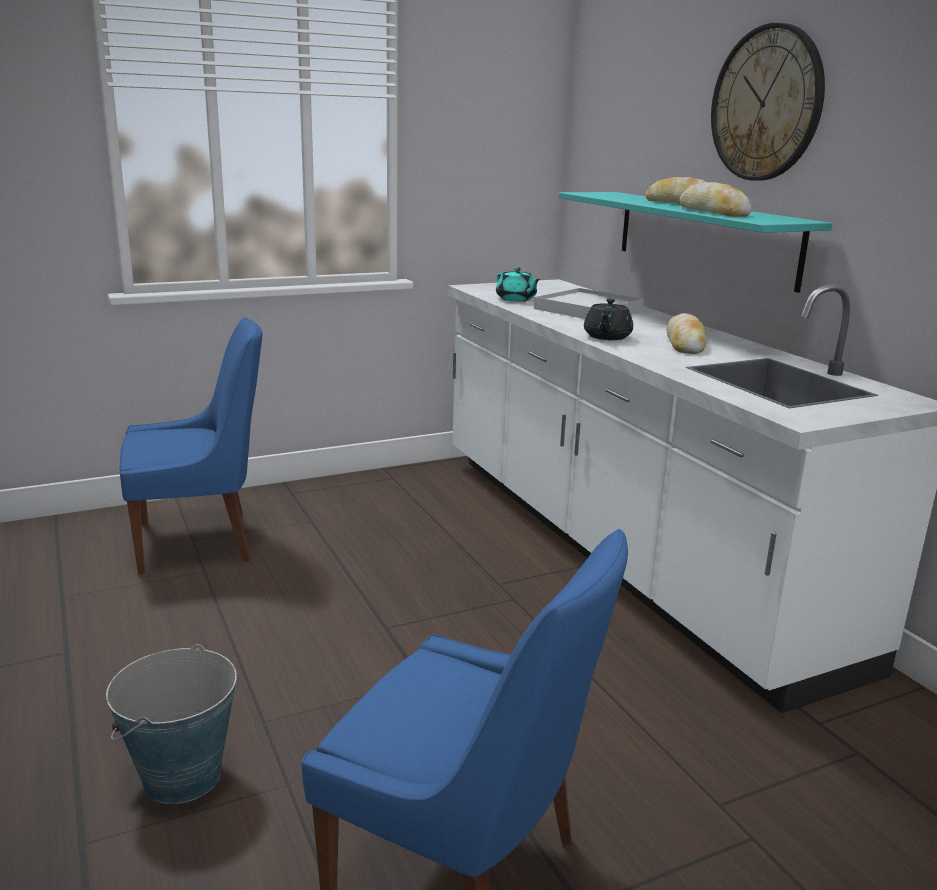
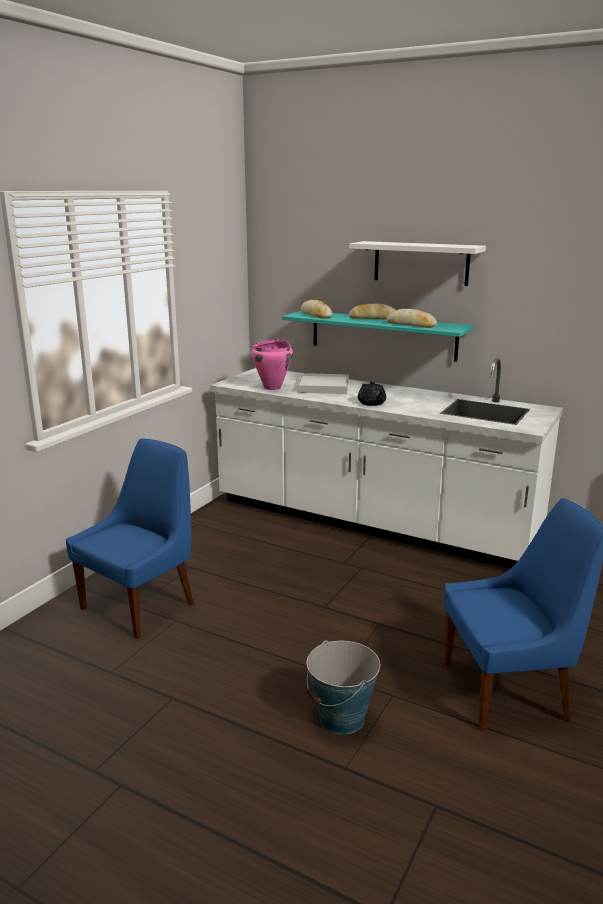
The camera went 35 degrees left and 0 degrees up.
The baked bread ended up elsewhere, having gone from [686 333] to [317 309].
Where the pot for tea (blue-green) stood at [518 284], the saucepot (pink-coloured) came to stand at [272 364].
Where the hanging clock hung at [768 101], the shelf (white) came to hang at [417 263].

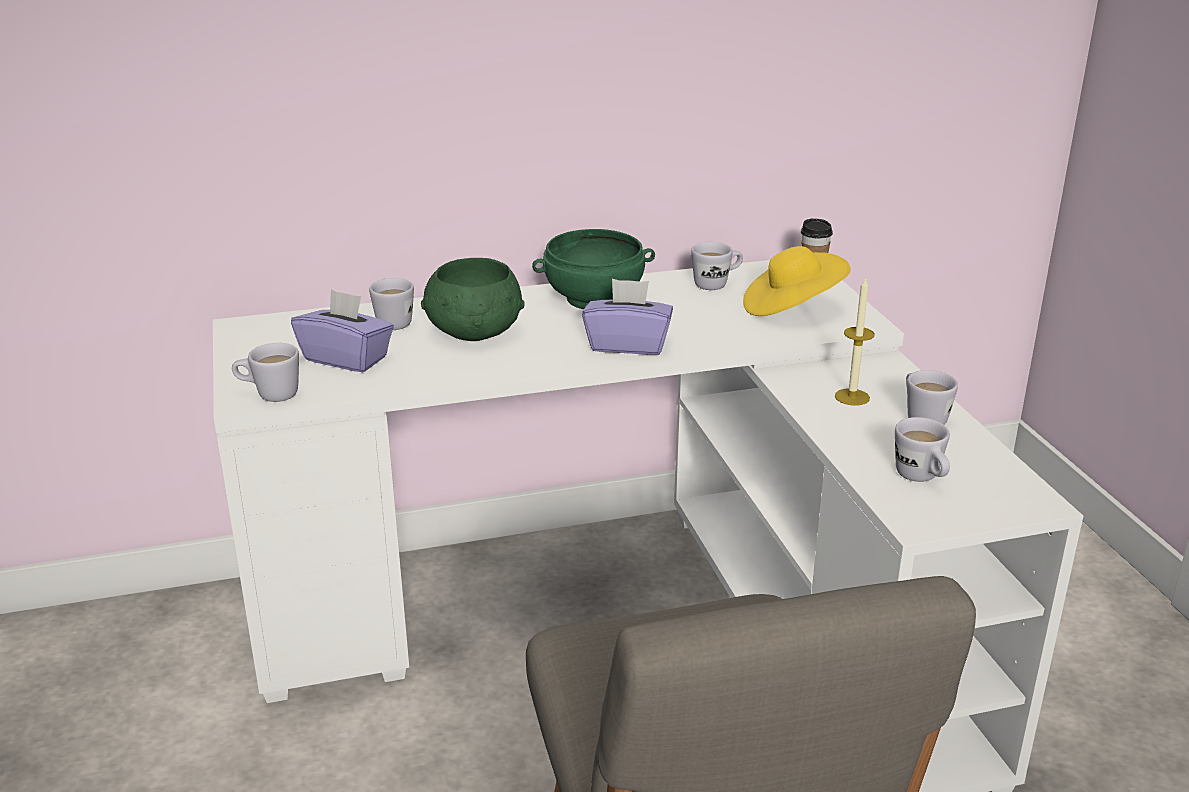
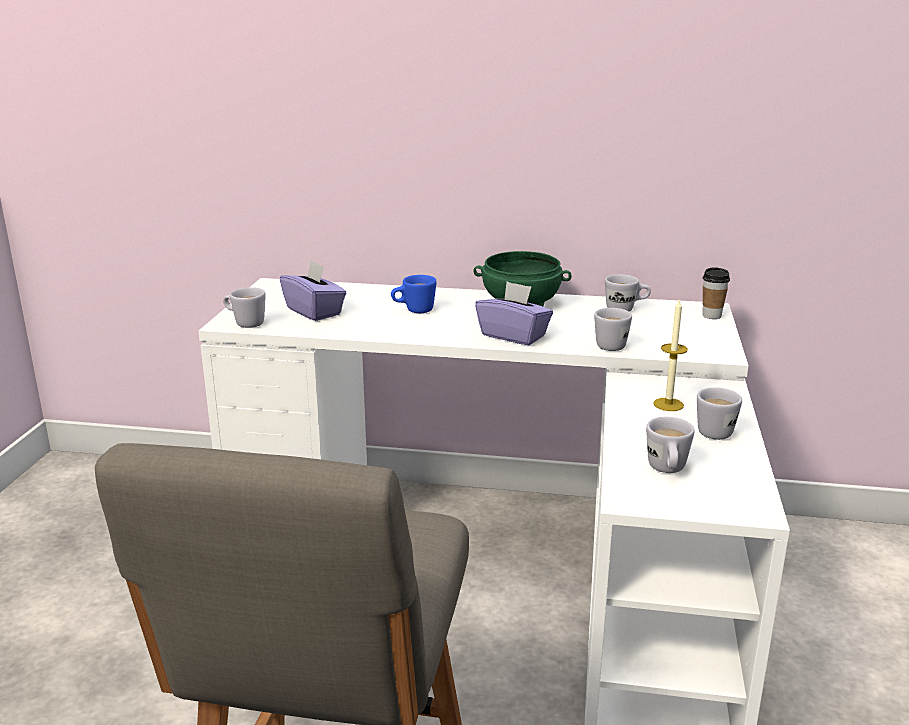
The camera went 25 degrees right and 5 degrees down.
The second view lost the hat (yellow-coloured) at [797 281].
The tea mug (white) ended up elsewhere, having gone from [391 304] to [613 329].
Where the bowl (green-coloured) stood at [473 299], the tea mug (blue-coloured) came to stand at [414 294].

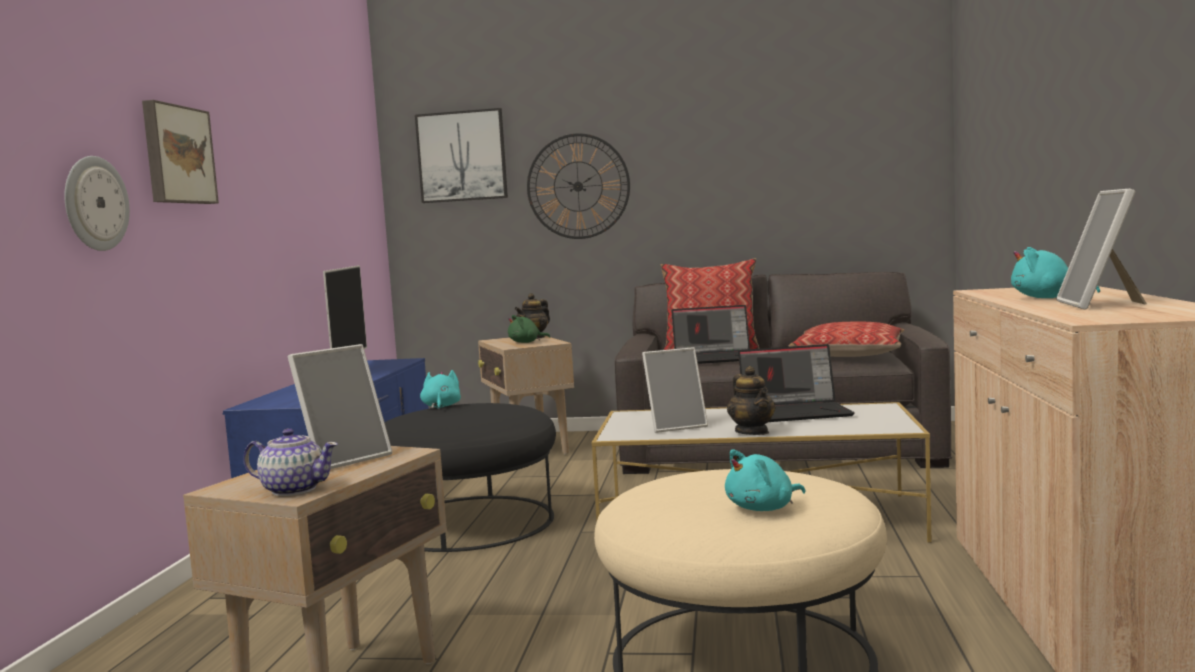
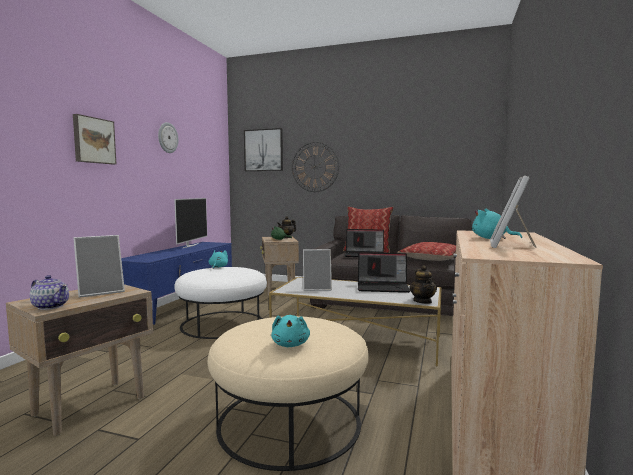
The camera went 10 degrees right and 0 degrees up.
The hanging clock ended up elsewhere, having gone from [97 203] to [168 137].
The pot for tea ended up elsewhere, having gone from [751 400] to [423 284].
What was the footrest (blackish) at [470 477] turned into the footrest (white) at [220 303].
The cuddly toy (blue-green) at [765 480] ended up facing another way, 75 degrees counterclockwise from before.

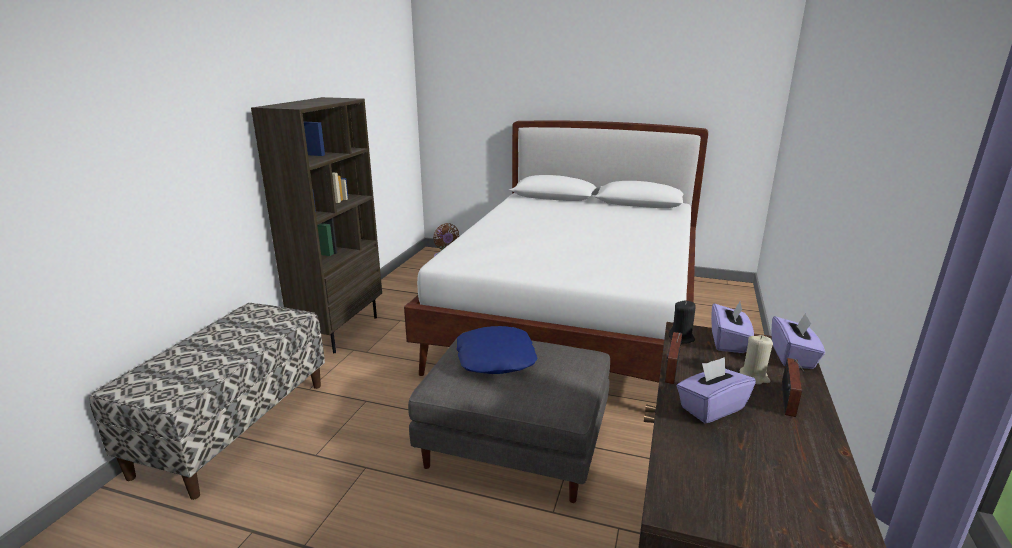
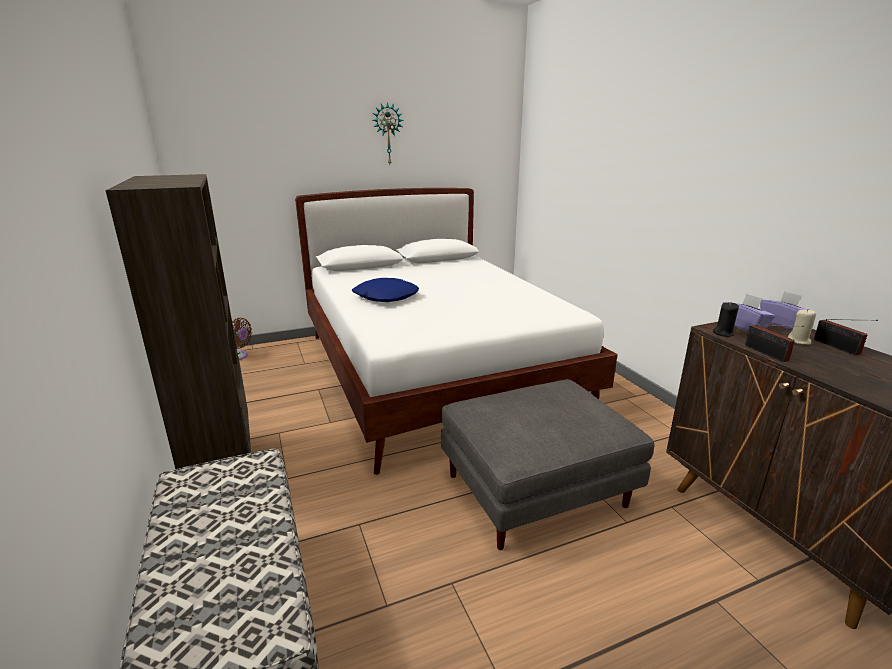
The camera went 40 degrees left and 0 degrees up.
The second view lost the box of tissues (purple) at [716 390].
The second view gained the hanging clock at [388 133].
The cushion (blue-coloured) ended up elsewhere, having gone from [497 350] to [385 290].

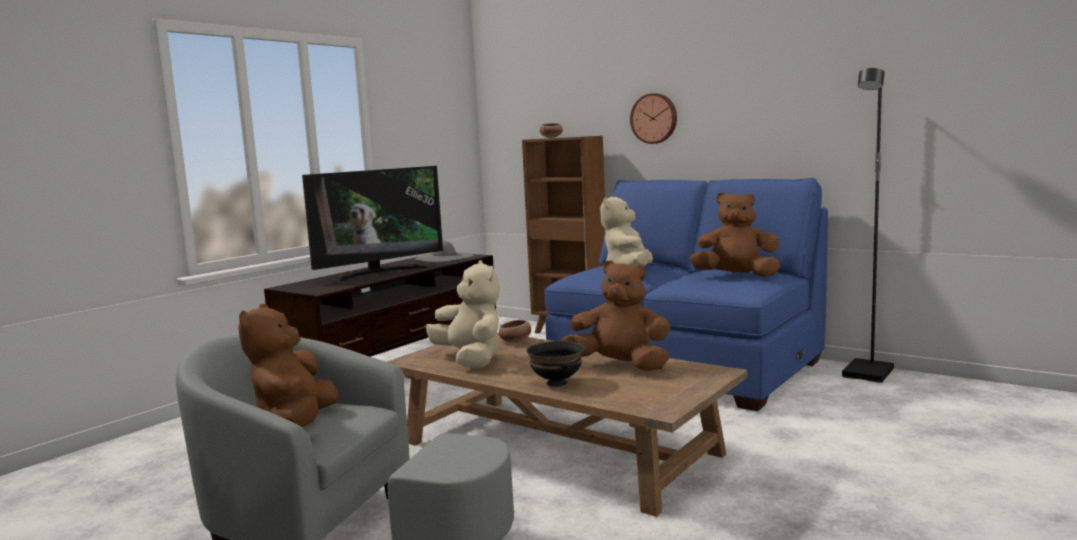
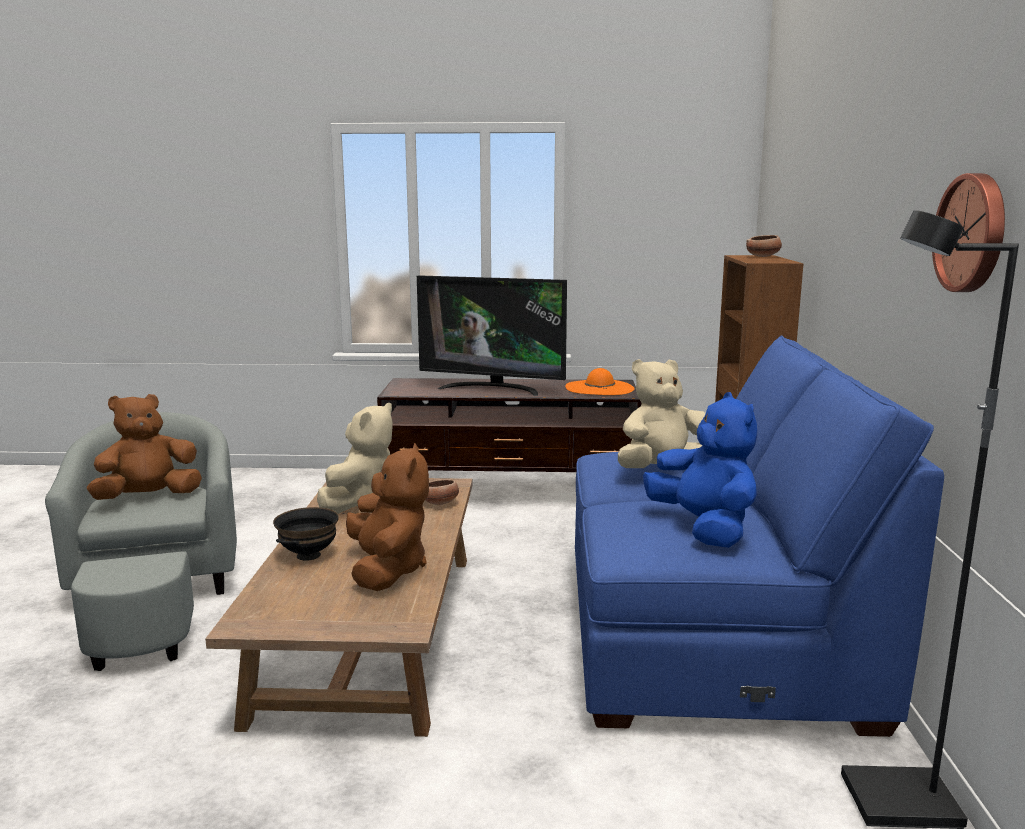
The camera went 55 degrees right and 5 degrees up.
The hanging clock ended up elsewhere, having gone from [653 118] to [968 232].
What was the hat (greyish) at [444 251] turned into the hat (orange-coloured) at [600 381].
What was the cuddly toy (brown-coloured) at [735 234] turned into the cuddly toy (blue-coloured) at [700 470].

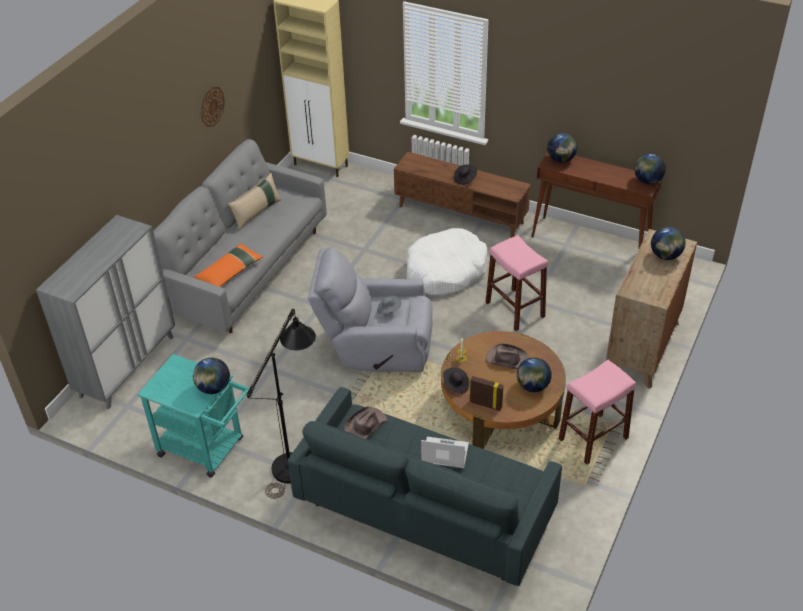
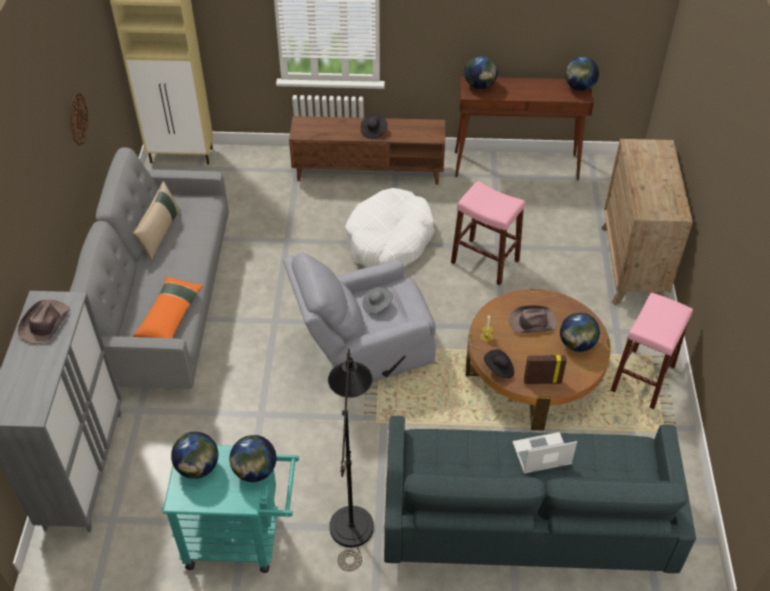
The camera went 25 degrees left and 5 degrees up.
The hat (brown-coloured) ended up elsewhere, having gone from [365 422] to [44 322].
The globe ended up elsewhere, having gone from [668 243] to [194 455].

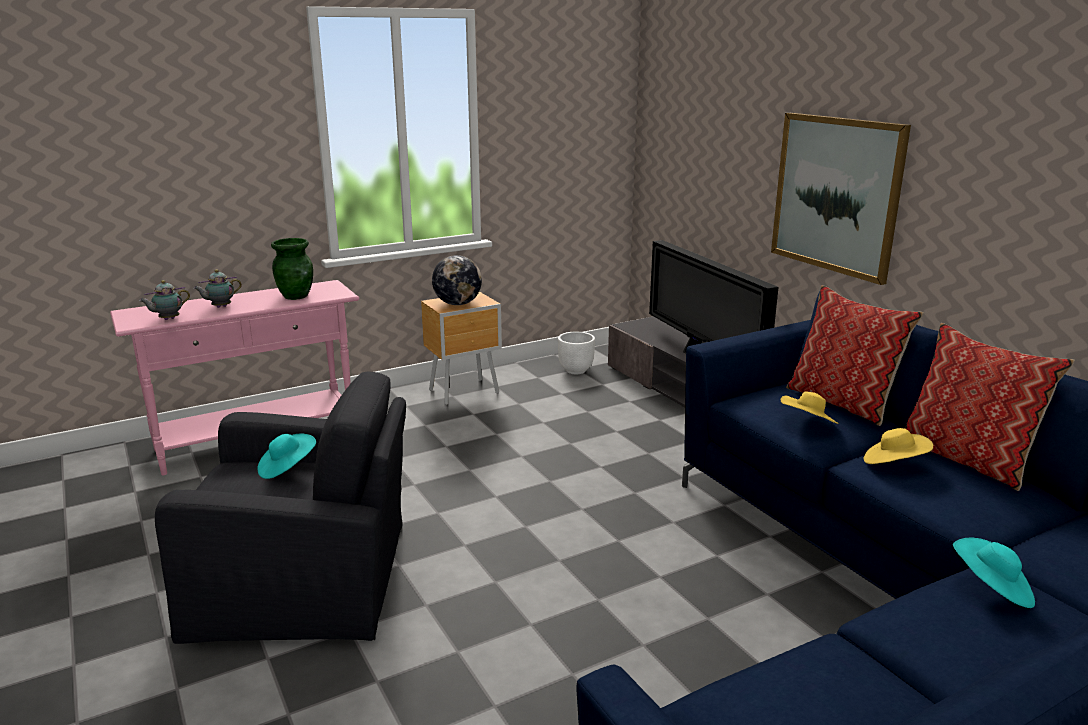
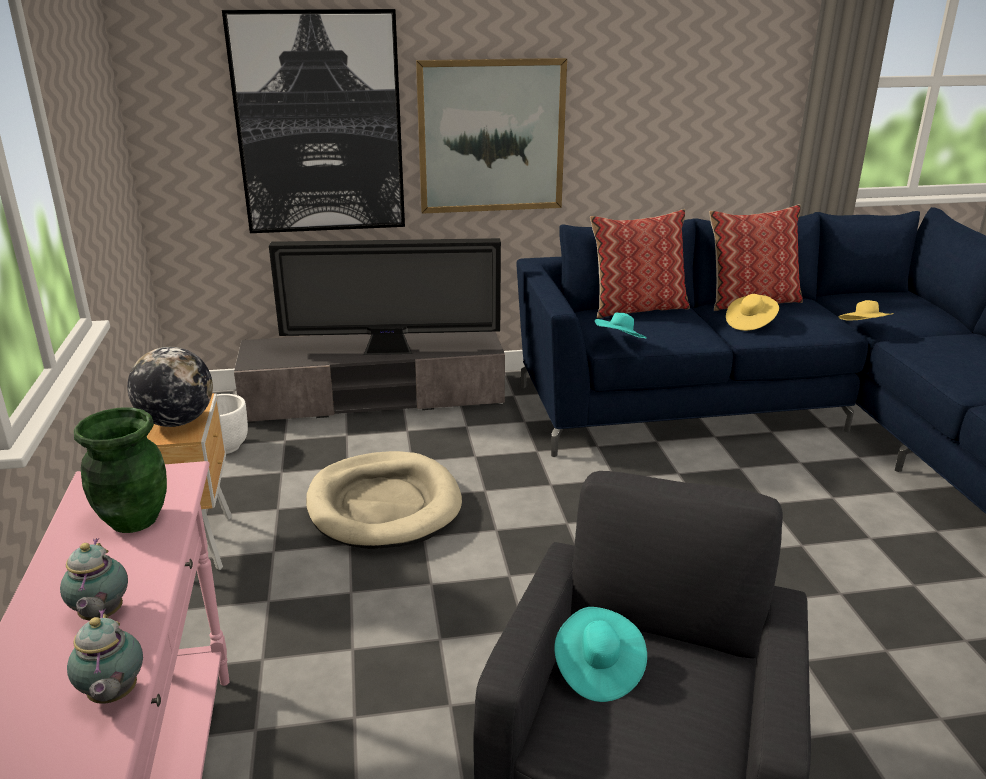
The camera went 70 degrees left and 5 degrees up.
The second view gained the wall picture at [313 121].
The second view gained the dog cushion (beige) at [384 500].
The hat (yellow-coloured) ended up elsewhere, having gone from [810 407] to [866 310].
The hat (blue-green) ended up elsewhere, having gone from [994 573] to [620 325].

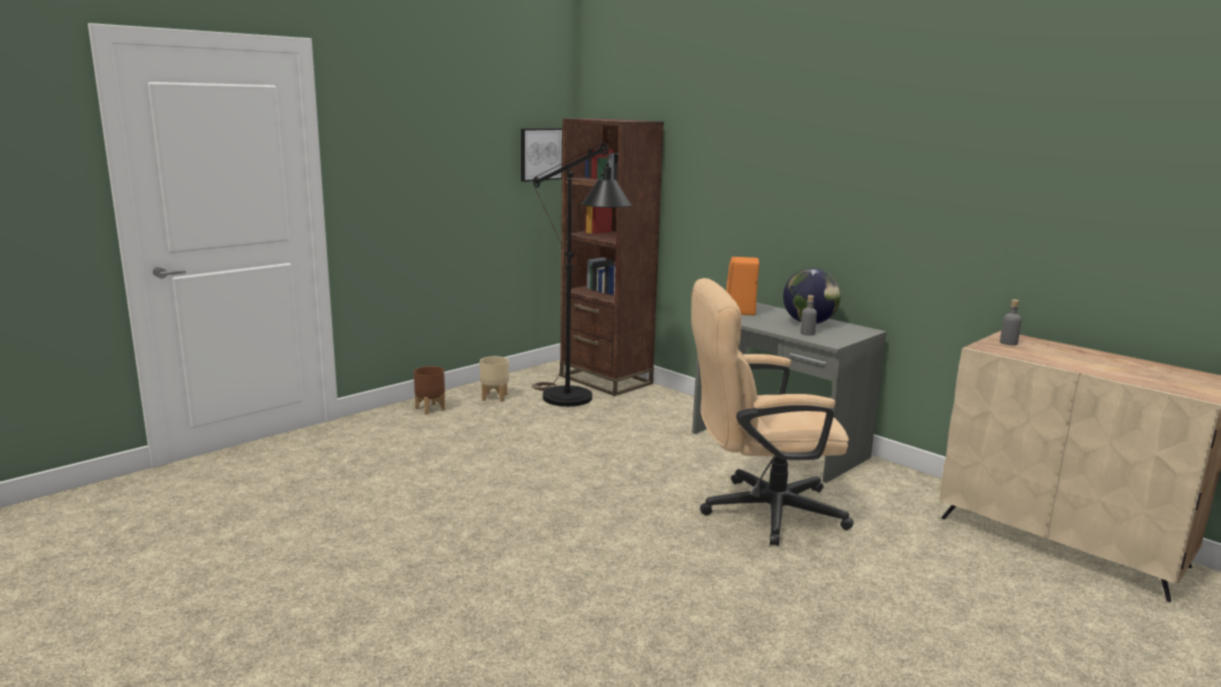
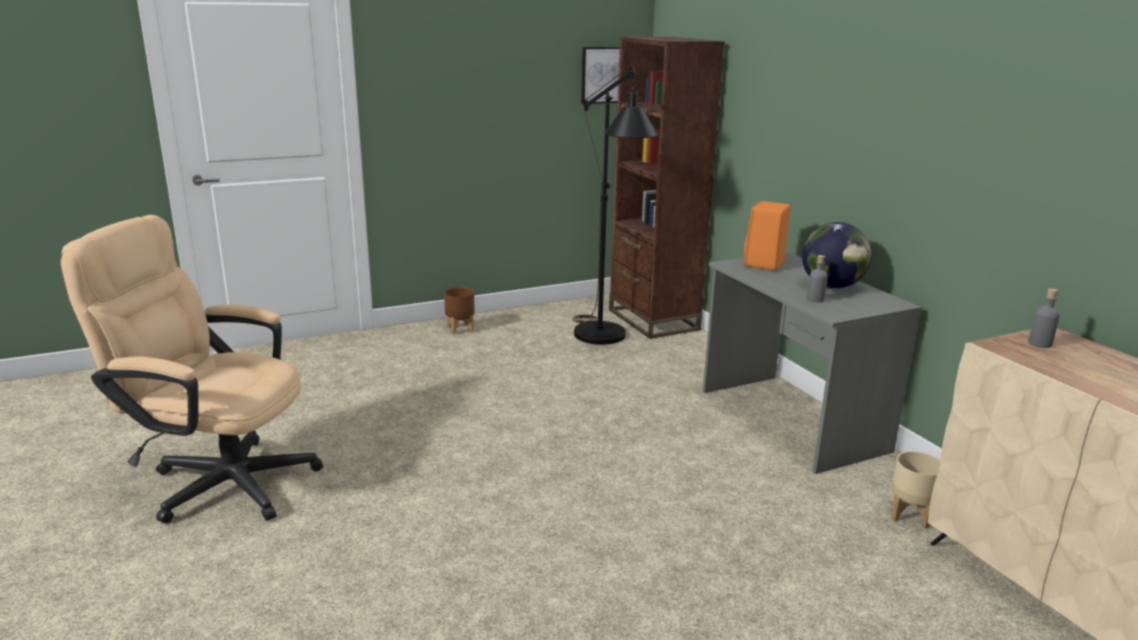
The camera went 20 degrees right and 5 degrees up.
The planter (beige) ended up elsewhere, having gone from [494 379] to [915 490].
The computer chair (beige) ended up elsewhere, having gone from [772 412] to [192 369].

